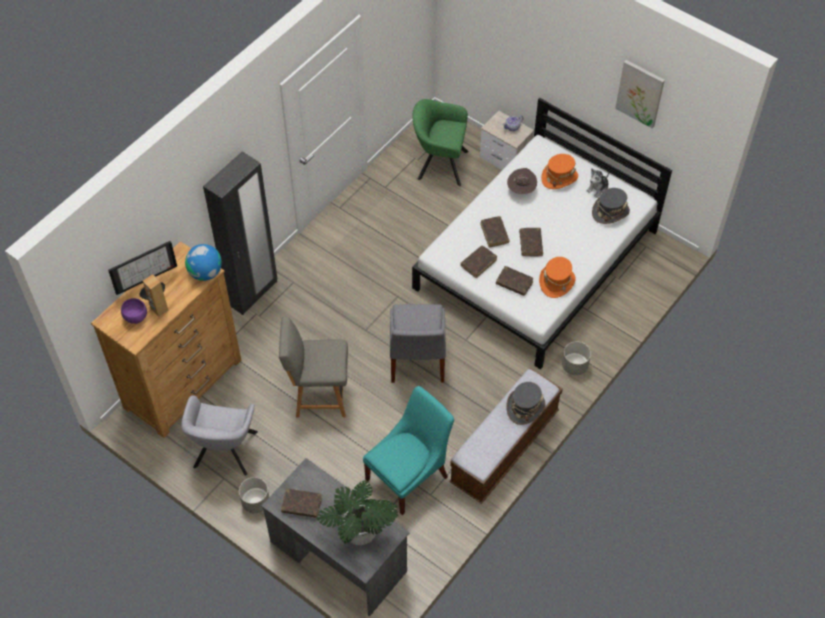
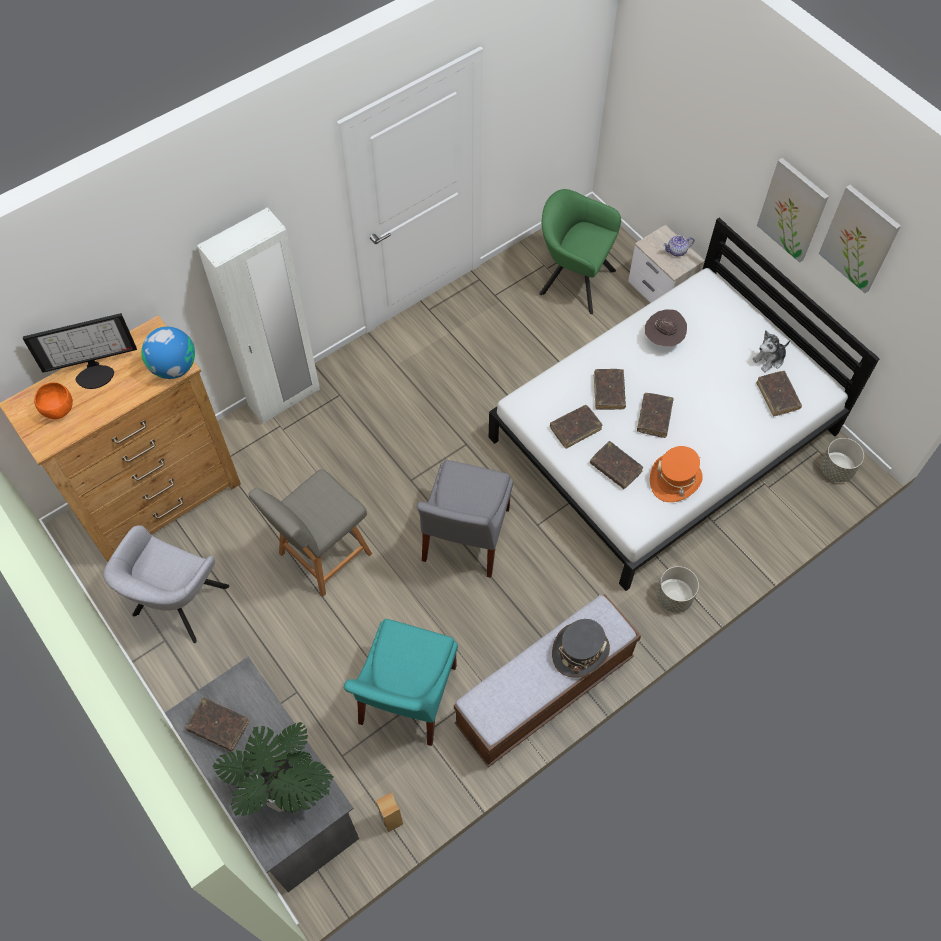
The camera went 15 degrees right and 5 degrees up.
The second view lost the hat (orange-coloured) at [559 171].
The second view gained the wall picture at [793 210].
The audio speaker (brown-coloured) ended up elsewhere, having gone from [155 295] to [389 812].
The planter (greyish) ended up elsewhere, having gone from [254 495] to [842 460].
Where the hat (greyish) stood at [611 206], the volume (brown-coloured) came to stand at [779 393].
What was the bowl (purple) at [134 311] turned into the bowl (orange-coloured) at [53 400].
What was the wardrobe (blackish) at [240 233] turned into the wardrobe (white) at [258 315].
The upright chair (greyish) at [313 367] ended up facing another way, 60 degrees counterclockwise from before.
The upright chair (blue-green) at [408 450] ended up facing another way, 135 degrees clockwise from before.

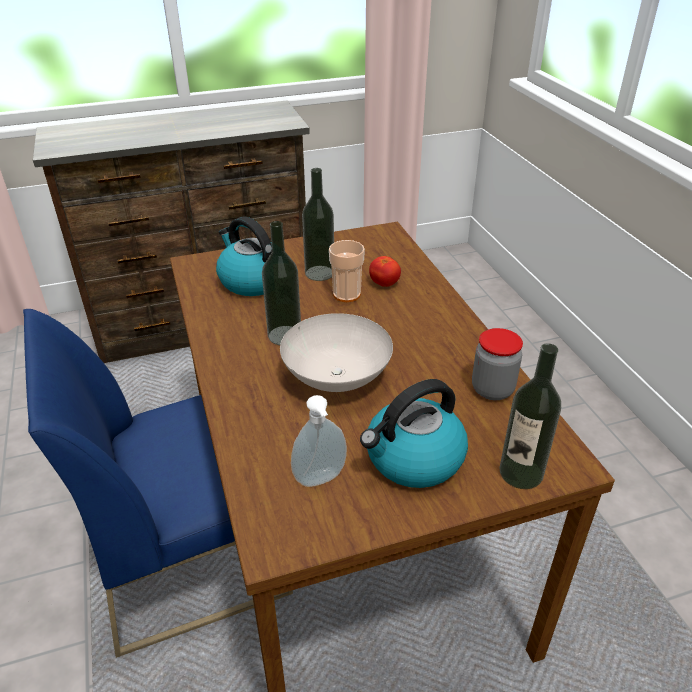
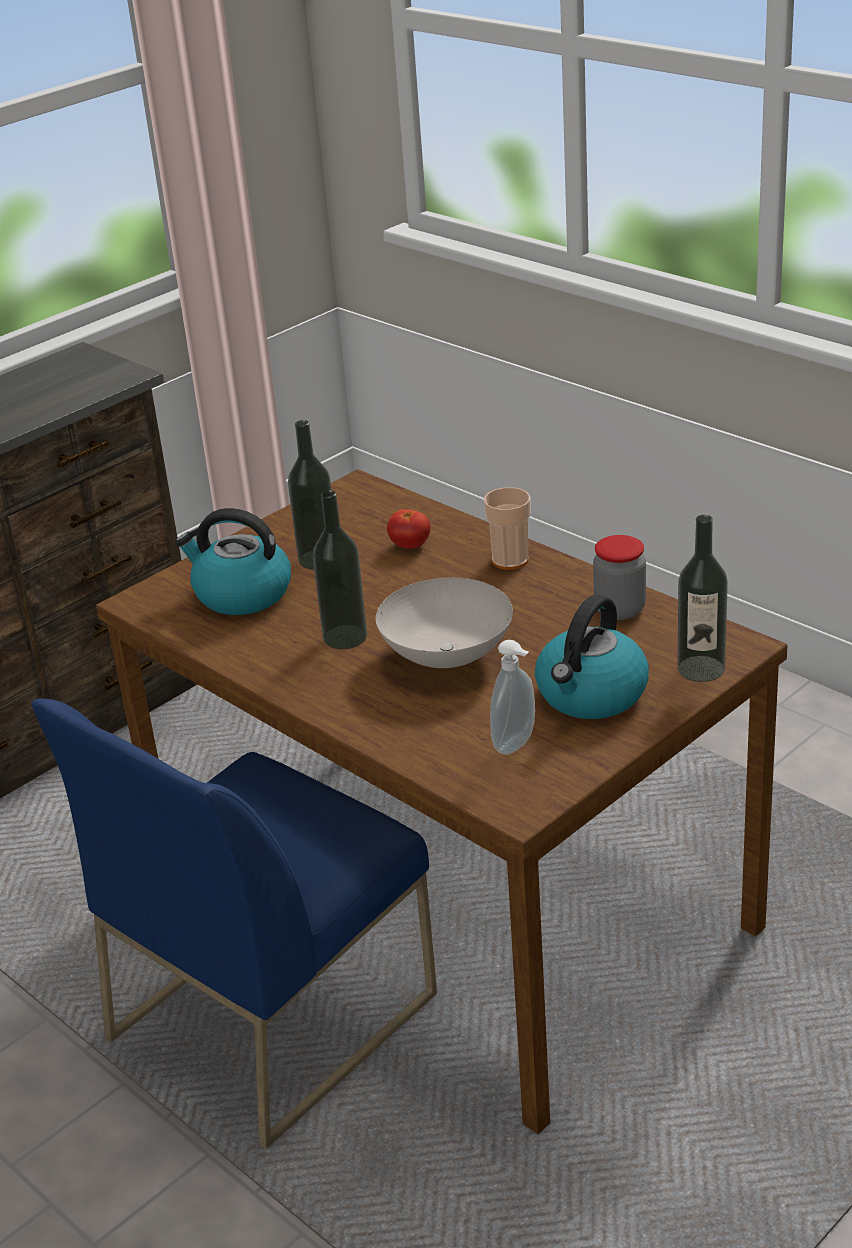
The camera went 25 degrees left and 5 degrees down.
The cup ended up elsewhere, having gone from [347 271] to [507 528].

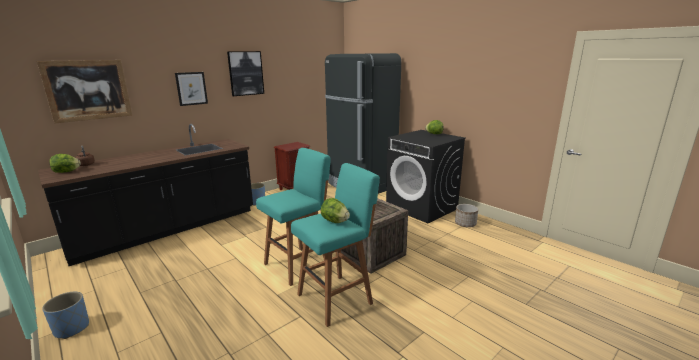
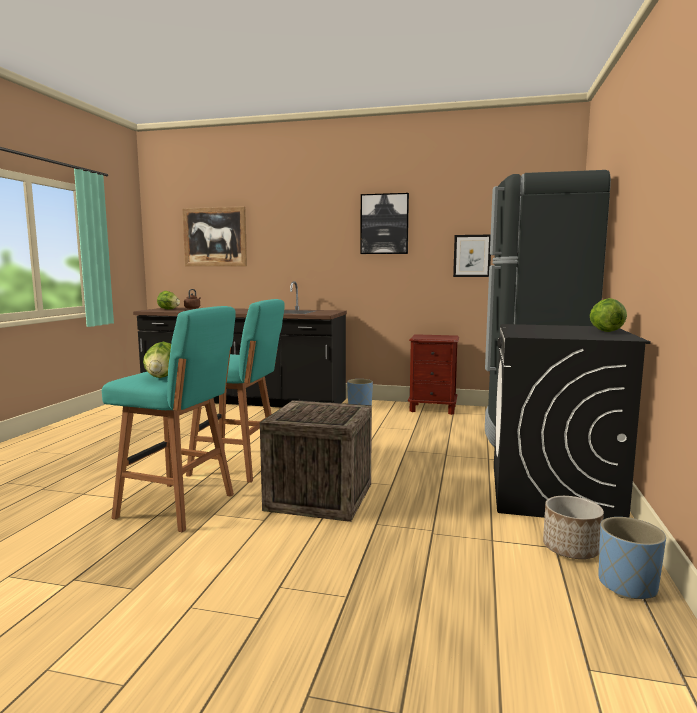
The camera went 55 degrees right and 10 degrees down.
The planter (blue-coloured) ended up elsewhere, having gone from [65 315] to [632 558].
The wall picture ended up elsewhere, having gone from [191 89] to [472 256].

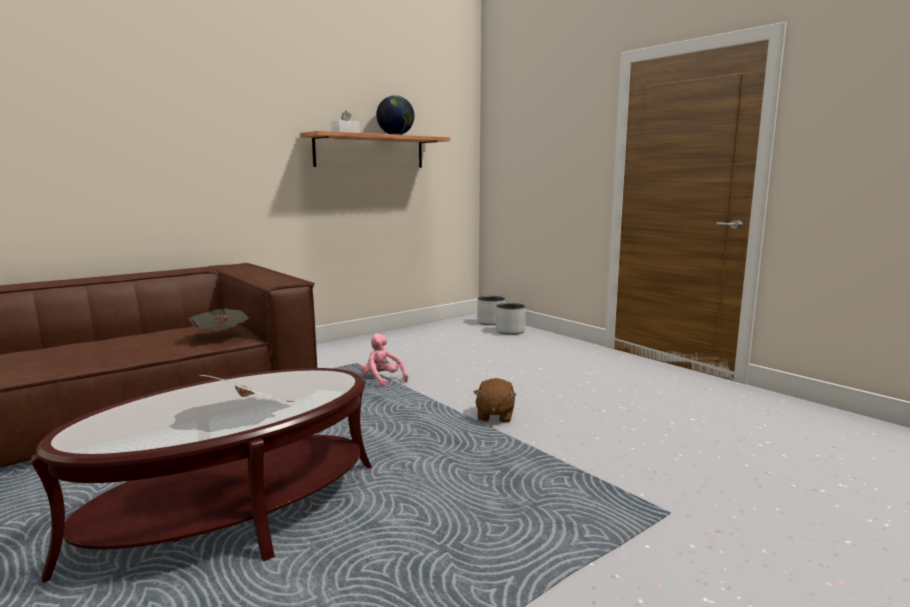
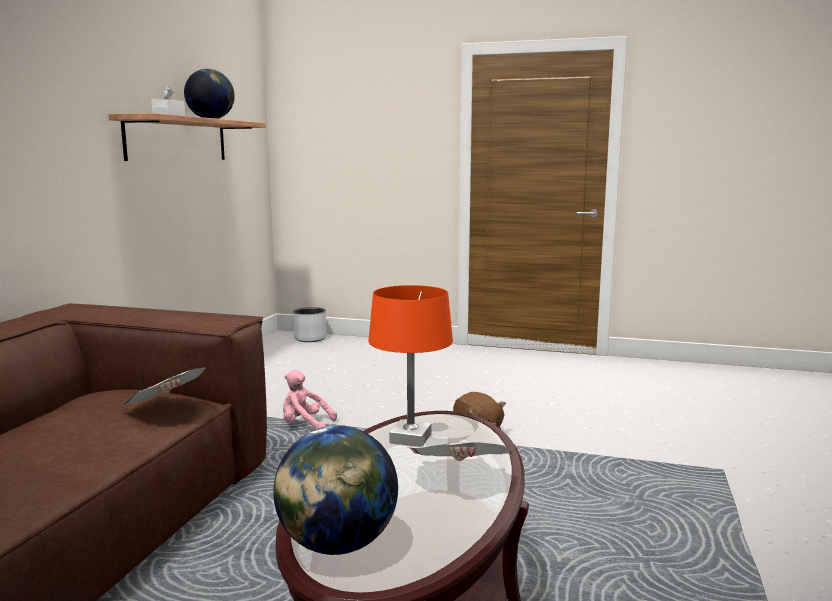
The camera went 35 degrees left and 0 degrees up.
The second view lost the planter (greyish) at [511 319].
The second view gained the globe at [335 490].
The second view gained the tabletop lamp (orange-coloured) at [410 366].

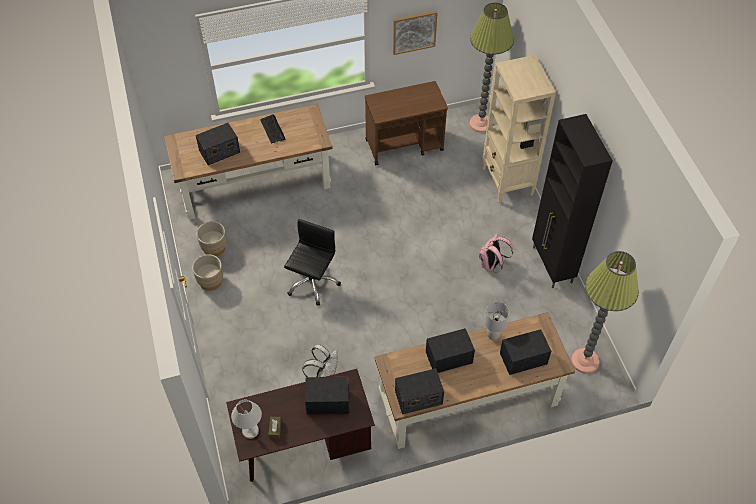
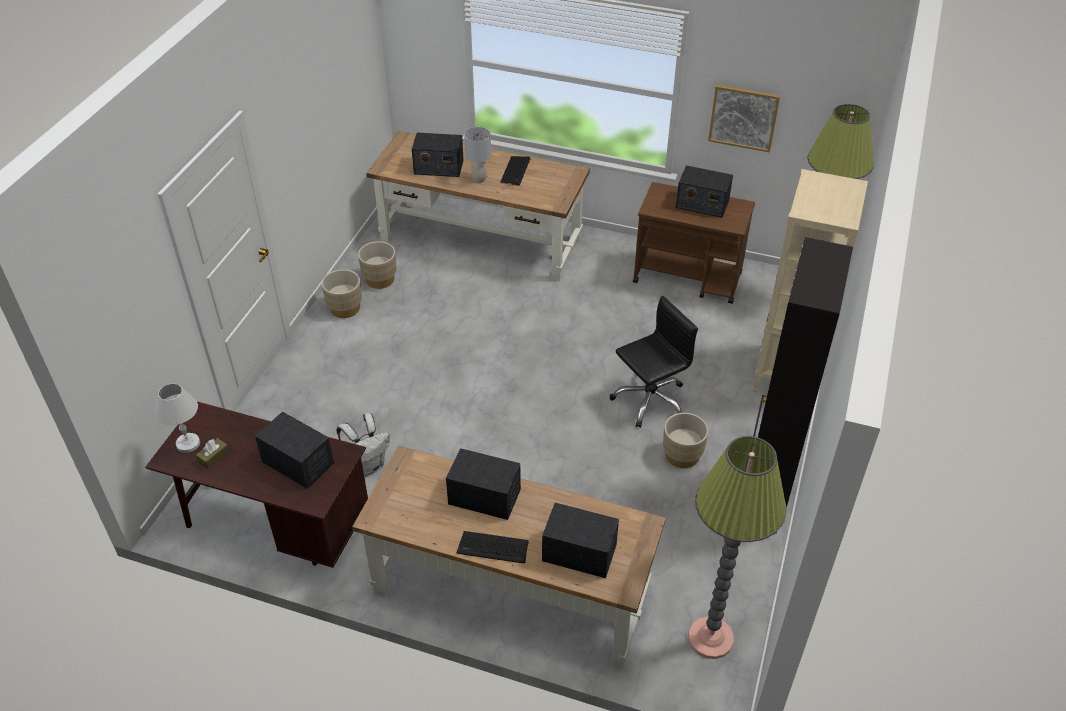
The camera went 35 degrees right and 10 degrees down.
The second view gained the keyboard at [492 547].
The computer chair (blackish) ended up elsewhere, having gone from [312 262] to [654 362].
The radio set ended up elsewhere, having gone from [419 391] to [704 191].
The tabletop lamp (greyish) ended up elsewhere, having gone from [496 321] to [477 155].
Where the knapsack (pink-coloured) stood at [496 252], the planter (beige) came to stand at [685 440].

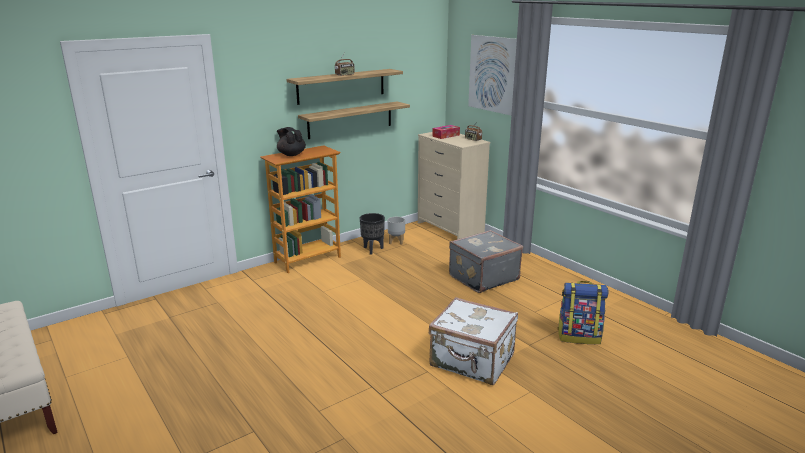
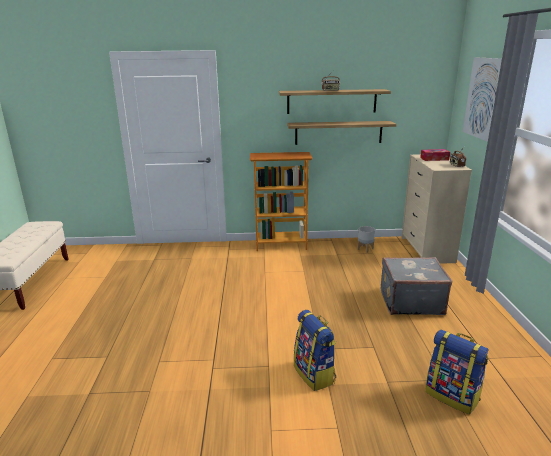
The camera went 35 degrees right and 0 degrees up.
The second view lost the pot for tea (blackish) at [291 141].
The second view lost the planter (blackish) at [372 233].
Where the suitcase (white) stood at [473 341], the knapsack came to stand at [315 350].

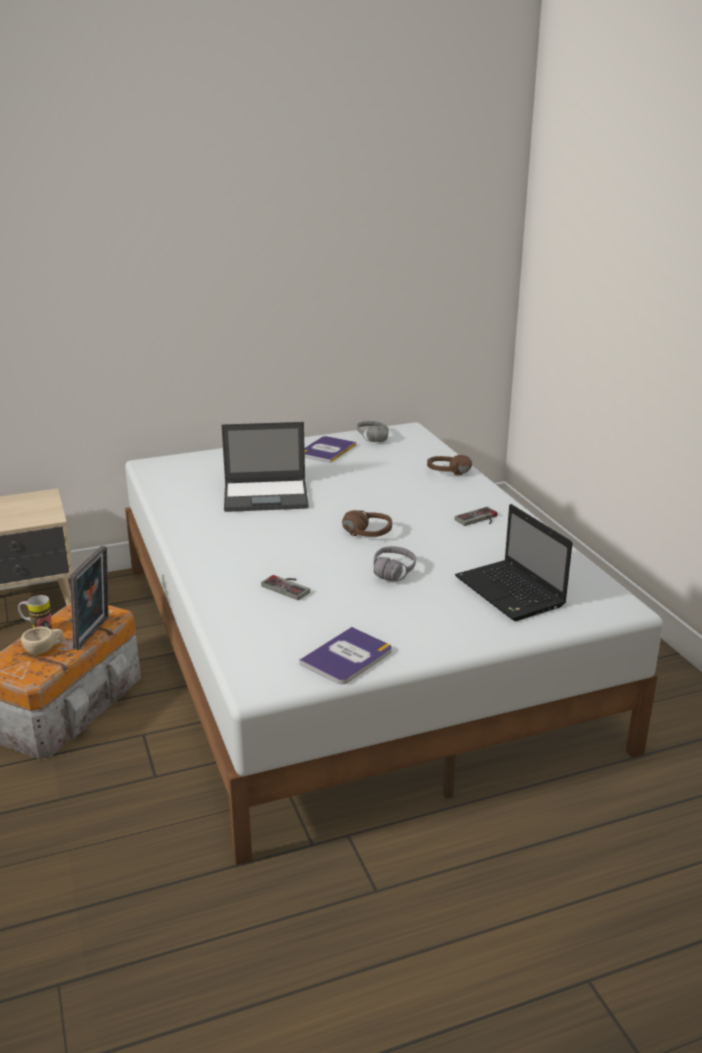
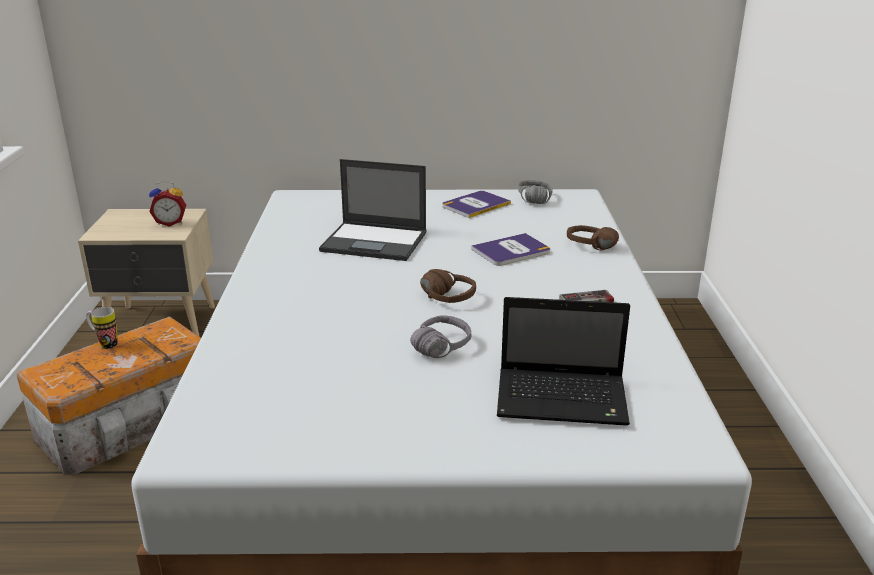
The camera went 20 degrees right and 0 degrees up.
The second view lost the cup (beige) at [42 640].
The second view lost the picture frame at [89 598].
The second view lost the gamepad at [285 587].
The second view gained the bedside clock at [167 204].
The volume ended up elsewhere, having gone from [345 655] to [510 249].
The notebook computer at [513 562] ended up facing another way, 75 degrees counterclockwise from before.

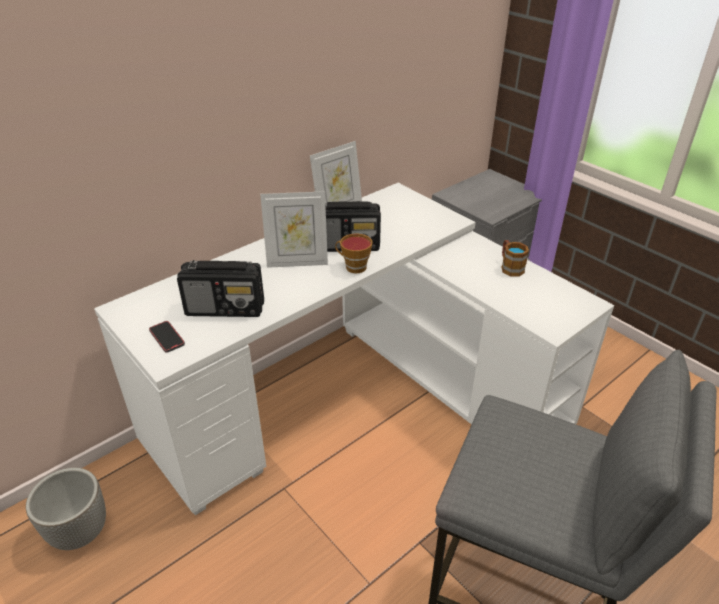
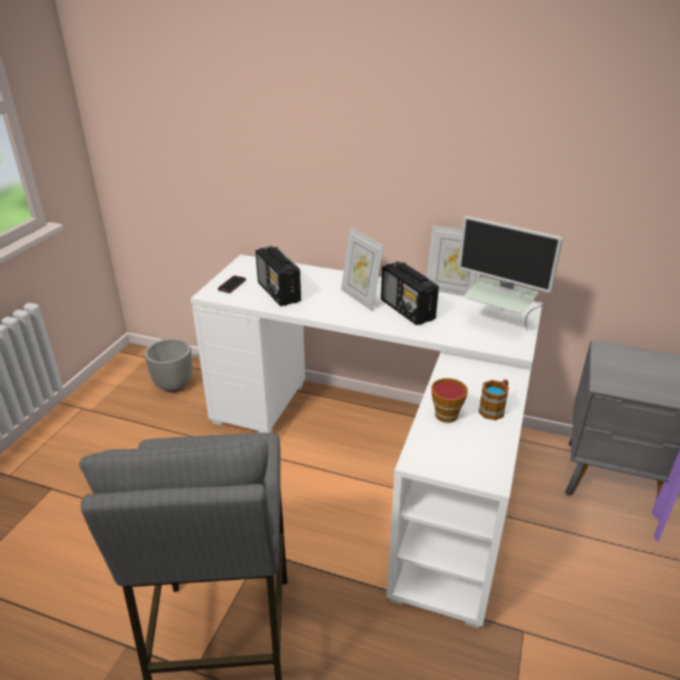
The camera went 60 degrees right and 5 degrees down.
The second view gained the computer display at [510 273].
The cup ended up elsewhere, having gone from [354 253] to [449 400].

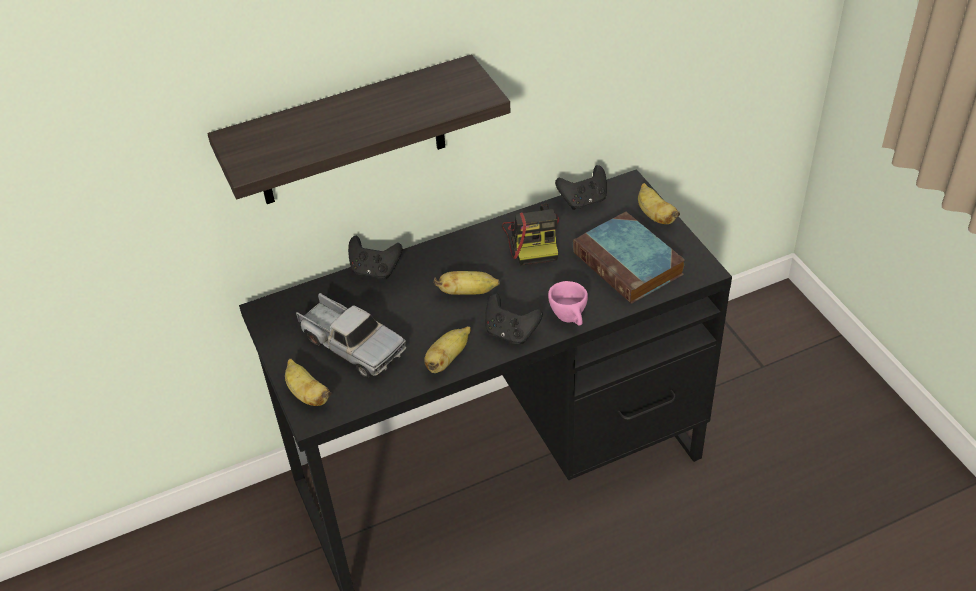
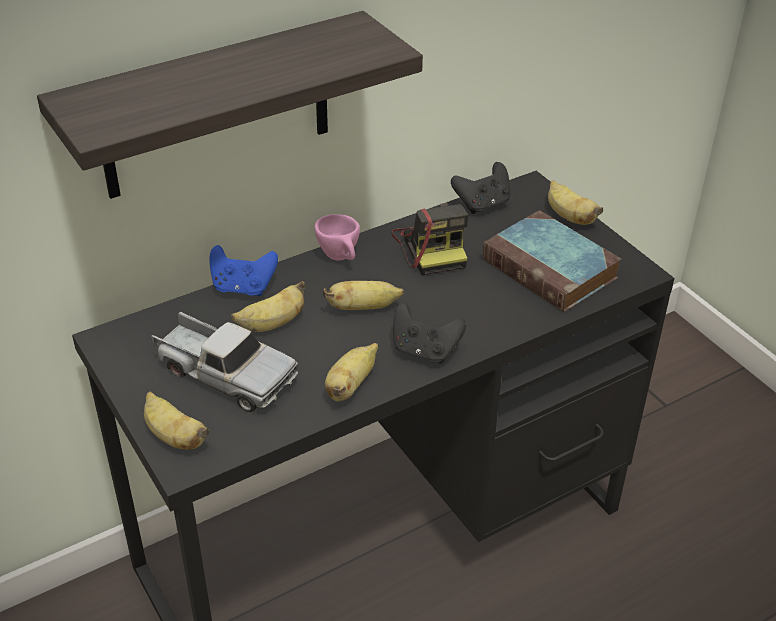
The camera went 10 degrees left and 5 degrees down.
The second view gained the banana fruit at [268 306].
The cup (pink-coloured) ended up elsewhere, having gone from [568 303] to [337 237].
What was the gamepad (blackish) at [375 257] turned into the gamepad (blue-coloured) at [244 270].

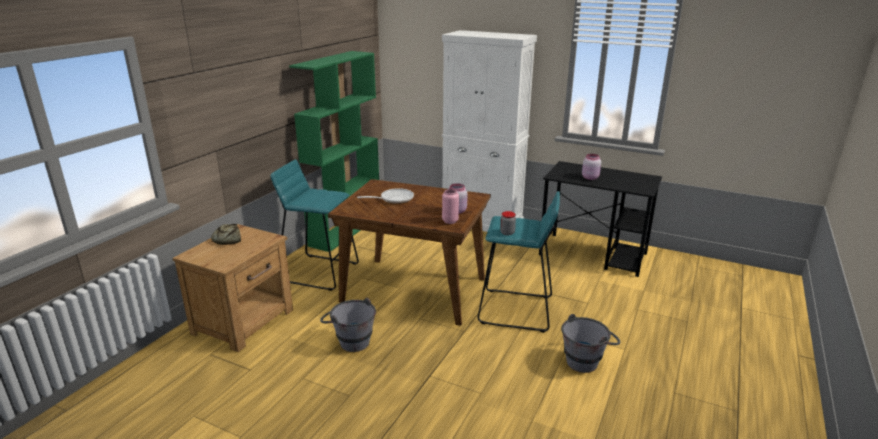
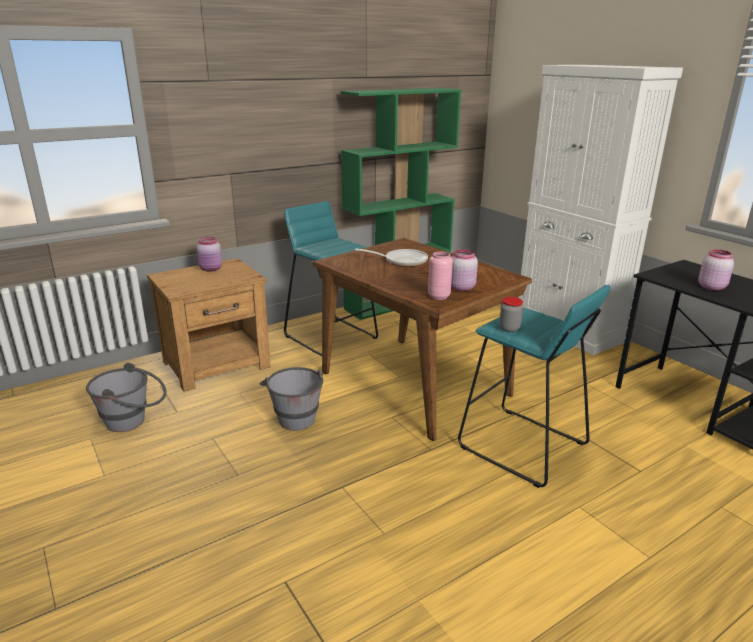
The camera went 30 degrees right and 0 degrees up.
The pail (greyish) ended up elsewhere, having gone from [590 343] to [126 397].
Where the baked bread stood at [226 234], the preserve jar (pink-coloured) came to stand at [209 254].

